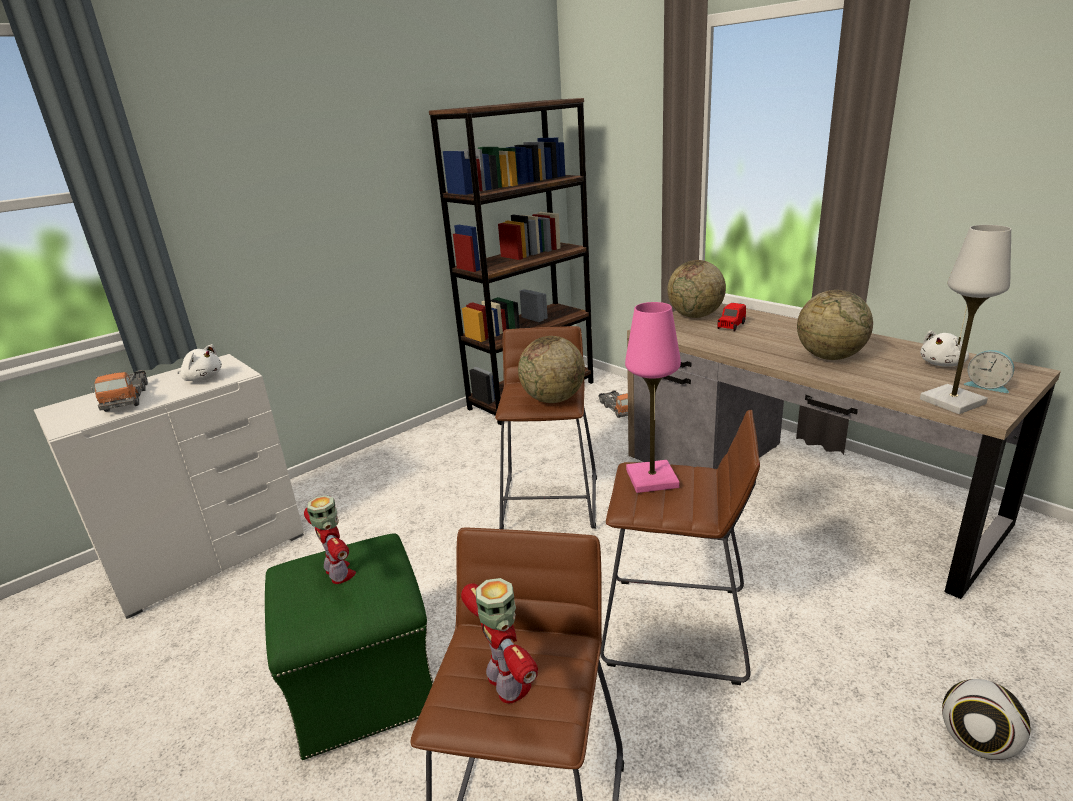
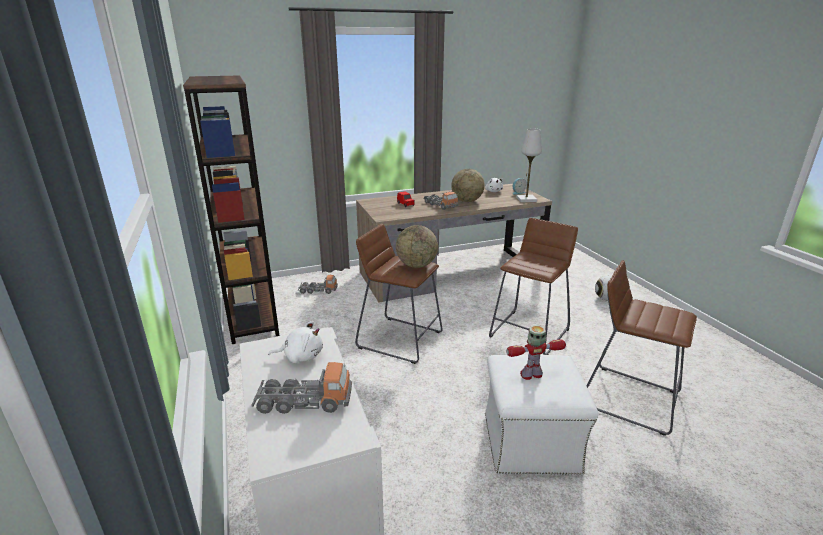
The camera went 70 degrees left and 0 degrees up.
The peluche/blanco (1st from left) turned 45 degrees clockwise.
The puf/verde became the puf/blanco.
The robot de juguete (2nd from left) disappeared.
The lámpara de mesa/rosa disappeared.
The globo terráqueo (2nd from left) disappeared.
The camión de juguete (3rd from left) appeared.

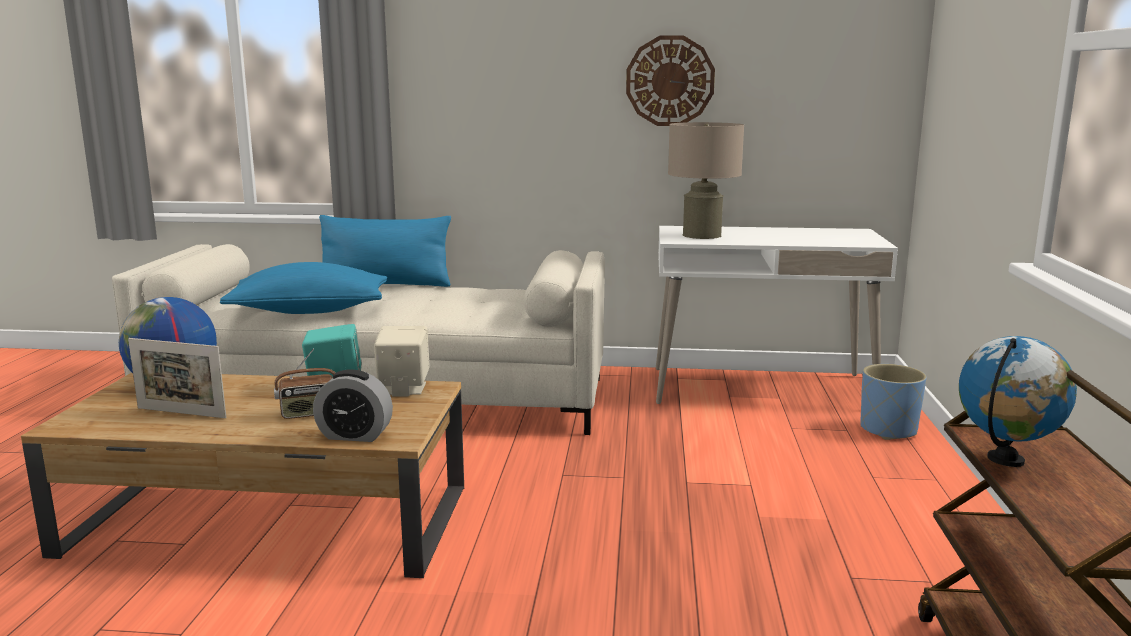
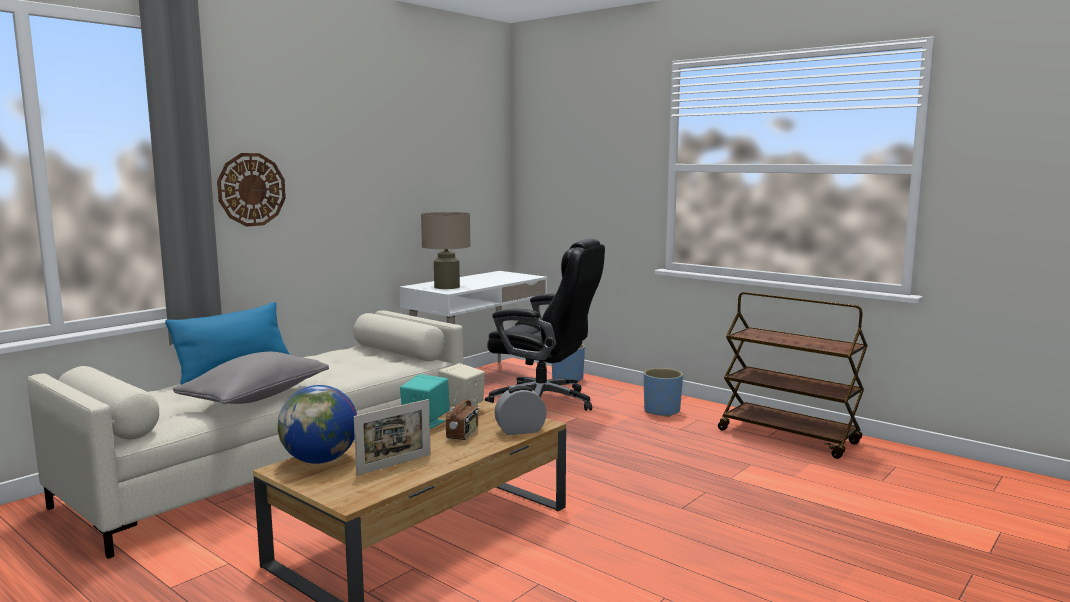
The camera went 55 degrees left and 5 degrees down.
The cojín/azul (1st from left) became the cojín/gris.
The despertador turned 150 degrees counterclockwise.
The reloj de pared moved.
The globo terráqueo (2nd from left) disappeared.
The silla de oficina/negro appeared.
The maceta/azul (2nd from left) appeared.

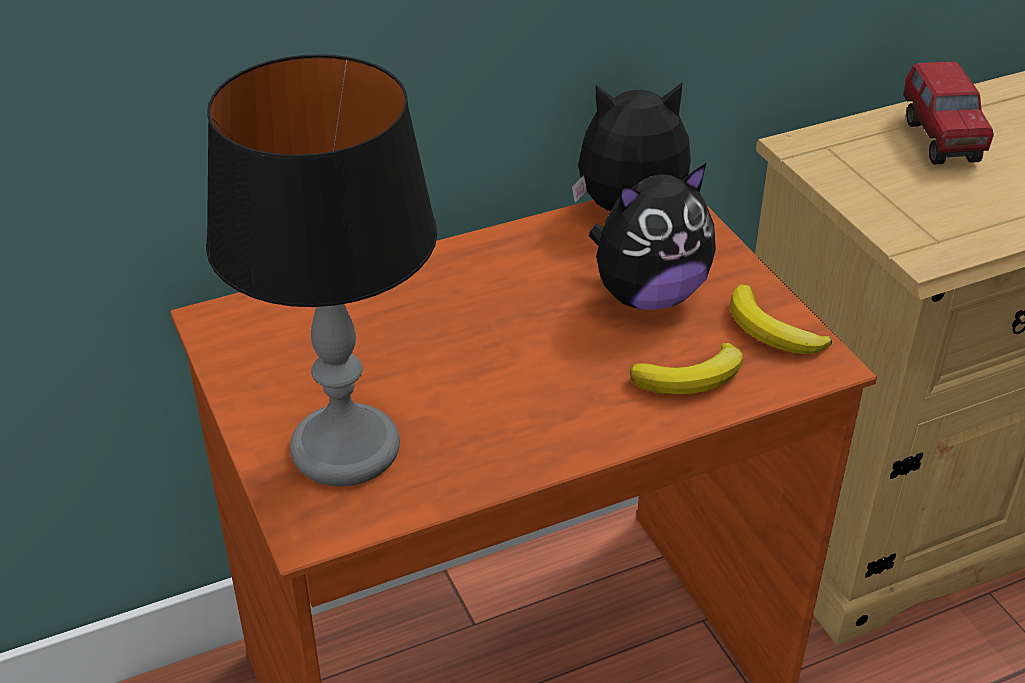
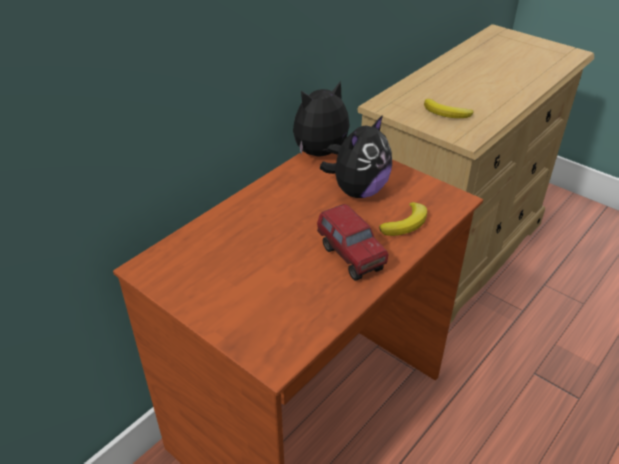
The camera went 25 degrees left and 0 degrees up.
The lámpara de mesa disappeared.
The plátano (2nd from left) moved.
The camión de juguete moved.

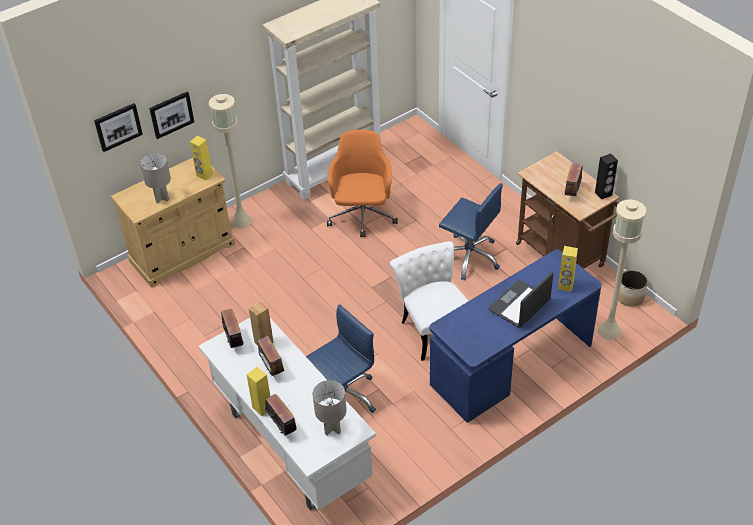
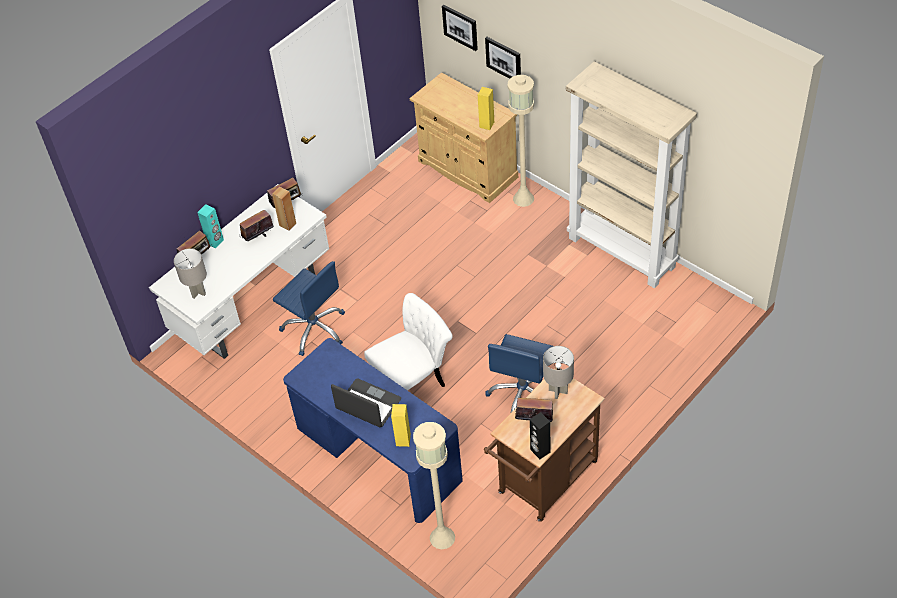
The camera went 80 degrees right and 5 degrees up.
The lámpara de mesa/gris (1st from left in the first image) moved.
The altavoz/amarillo (2nd from left) became the altavoz/turquesa.
The silla de oficina/naranja disappeared.
The maceta disappeared.

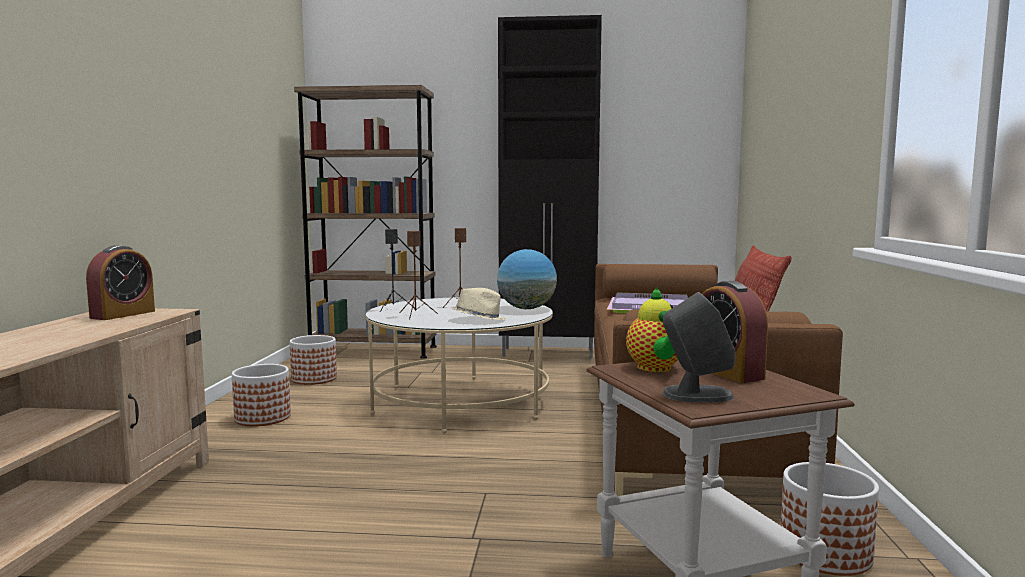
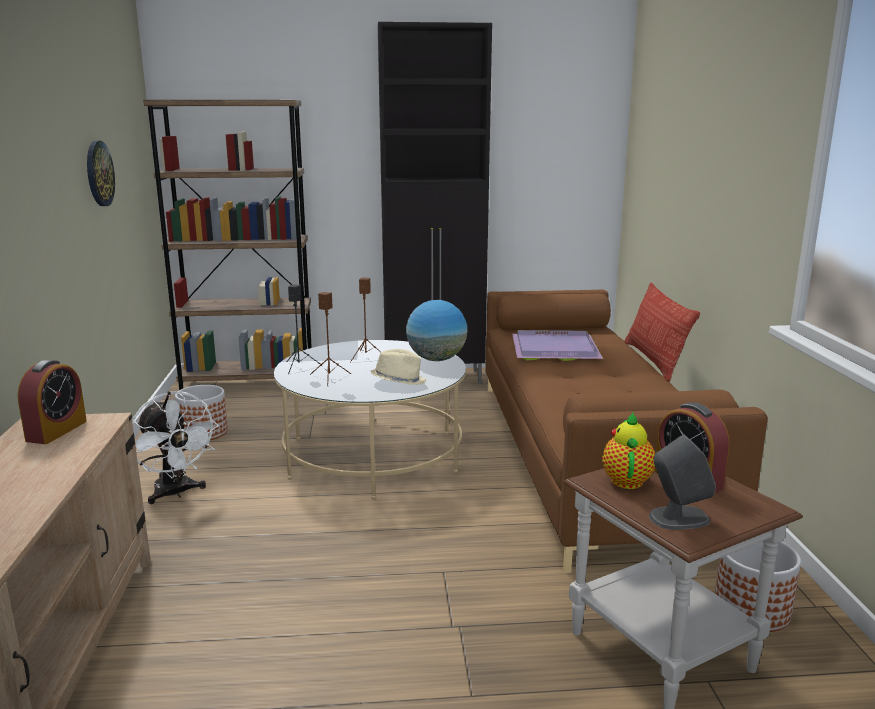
The camera went 10 degrees left and 10 degrees up.
The maceta (1st from left) was replaced by the ventilador/blanco.
The tetera turned 150 degrees counterclockwise.
The reloj de pared appeared.

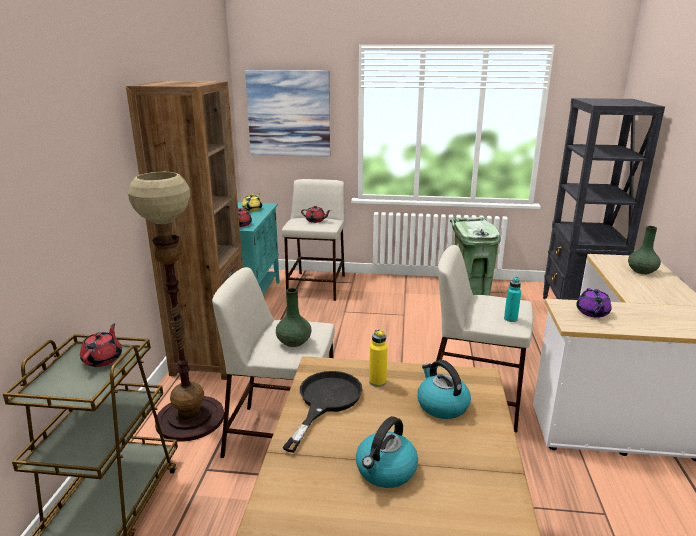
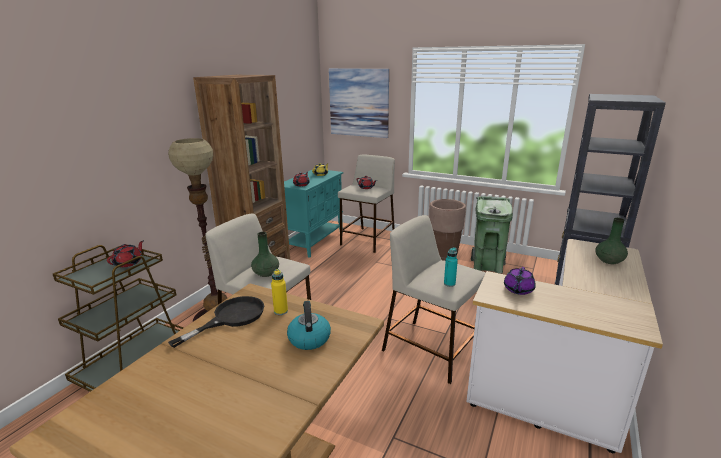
The camera went 20 degrees right and 0 degrees up.
The hervidor (1st from left) disappeared.
The maceta/marrón appeared.

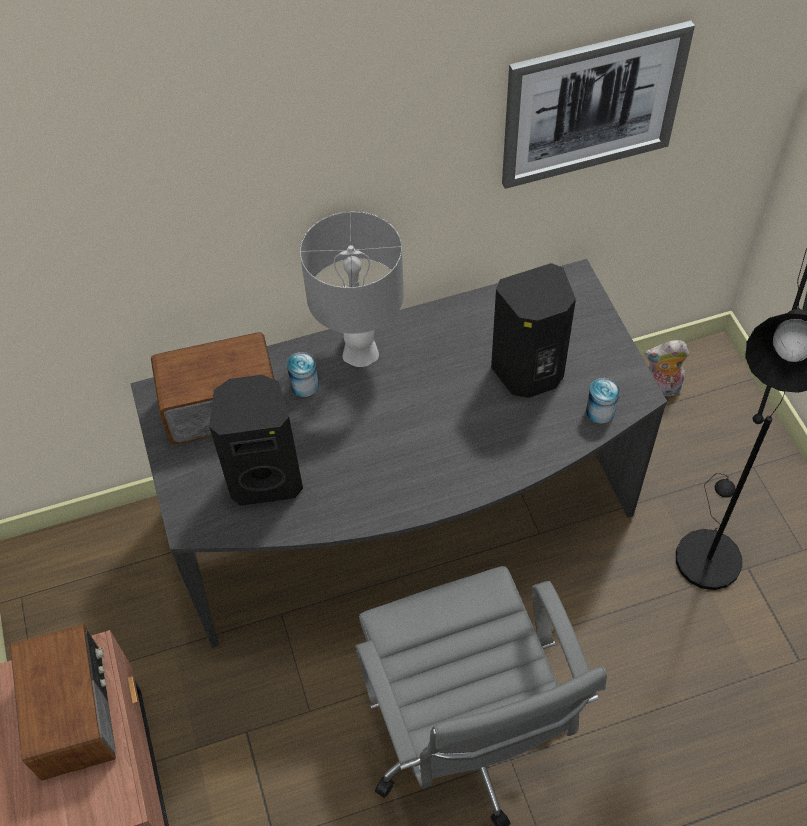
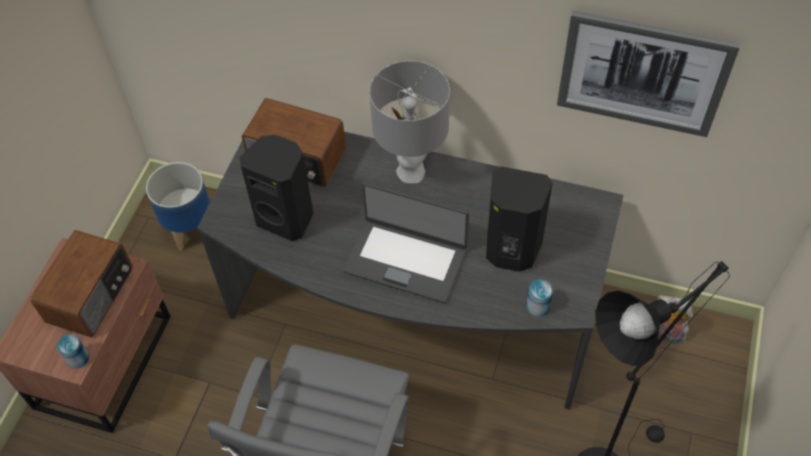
The camera went 35 degrees right and 0 degrees up.
The lata (1st from left) moved.
The maceta appeared.
The portátil appeared.

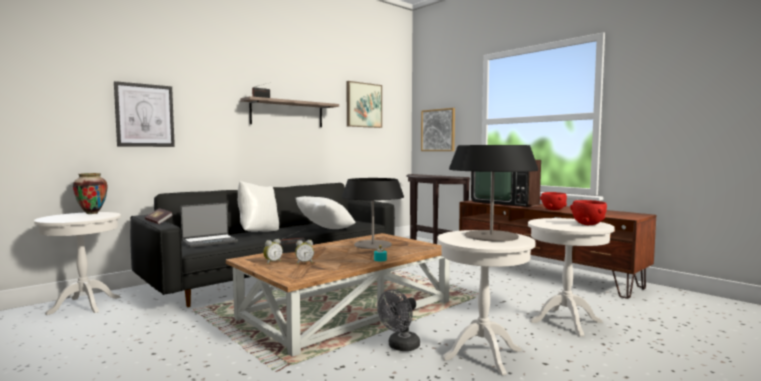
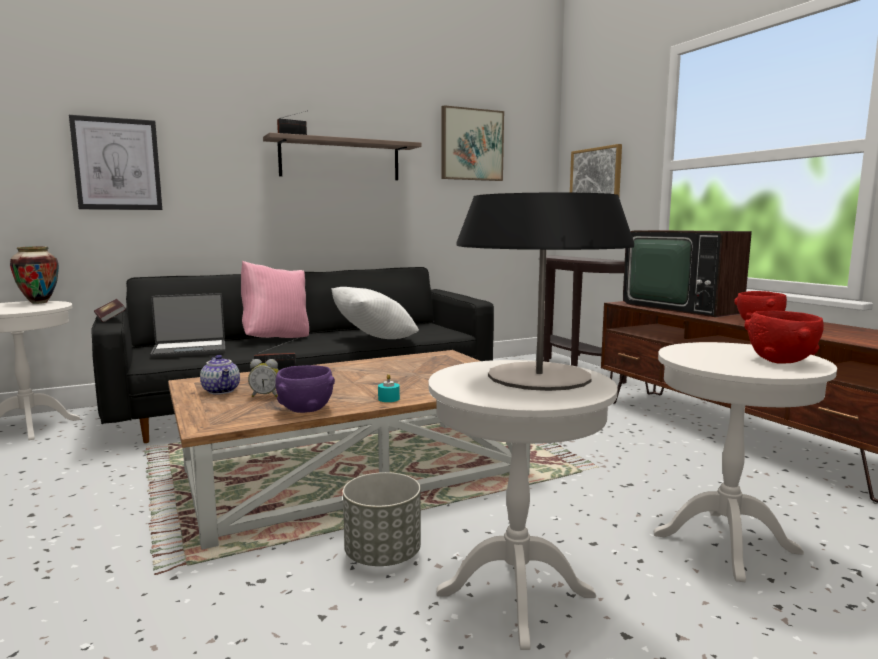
The camera went 15 degrees right and 5 degrees up.
The cojín/blanco (1st from left) became the cojín/rosa.
The despertador (1st from left) was replaced by the tetera.
The lámpara de mesa (1st from left) disappeared.
The ventilador/gris was replaced by the maceta/gris.
The cuenco/morado appeared.

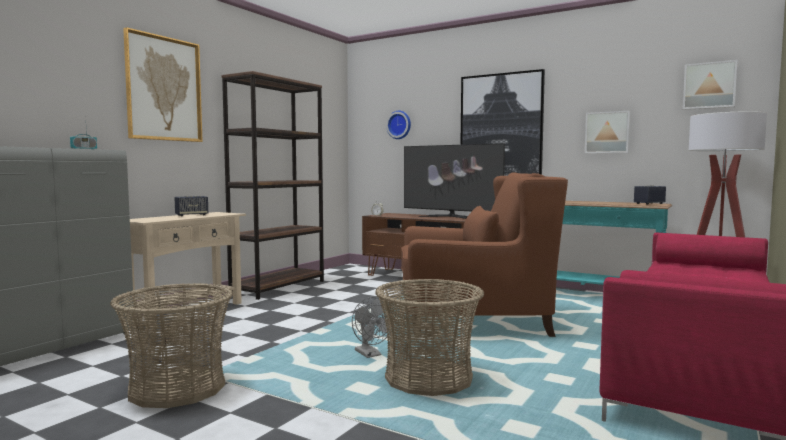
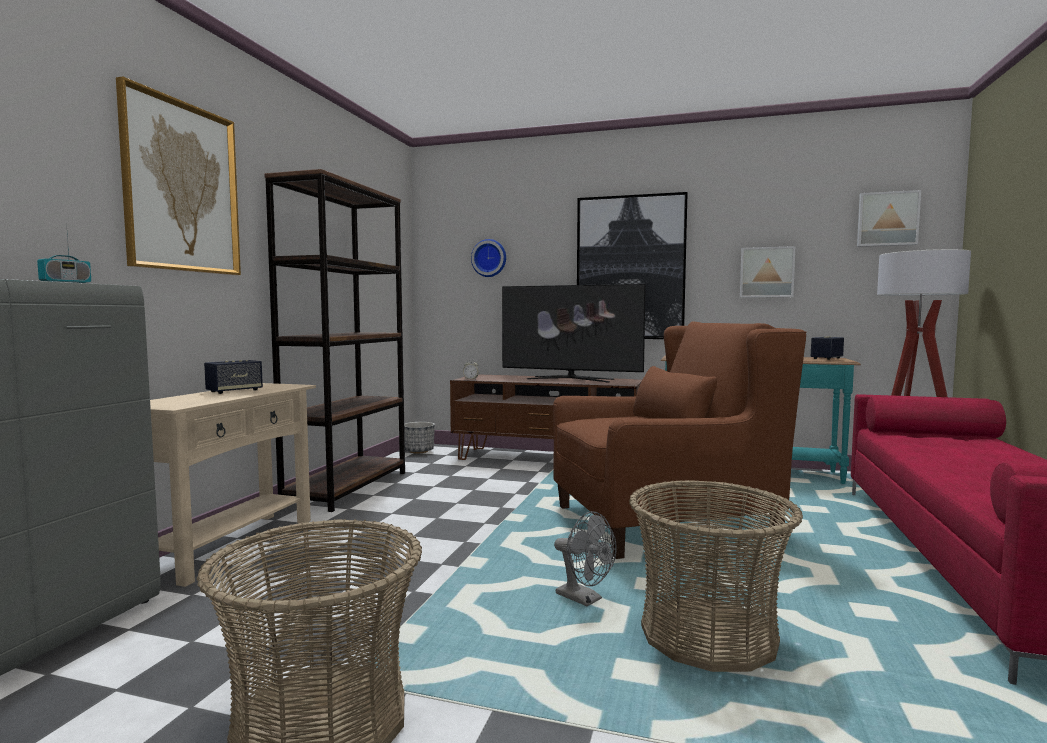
The camera went 15 degrees left and 0 degrees up.
The maceta appeared.

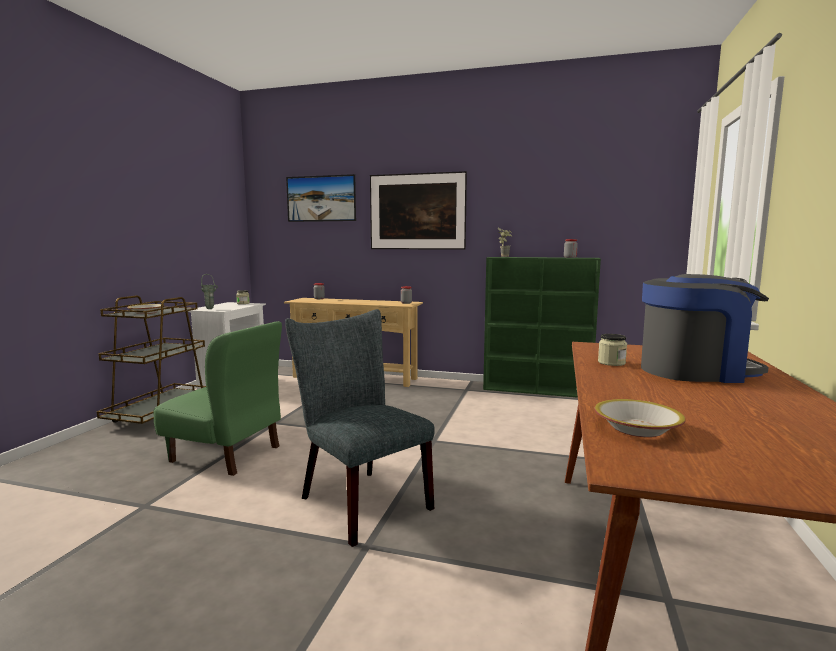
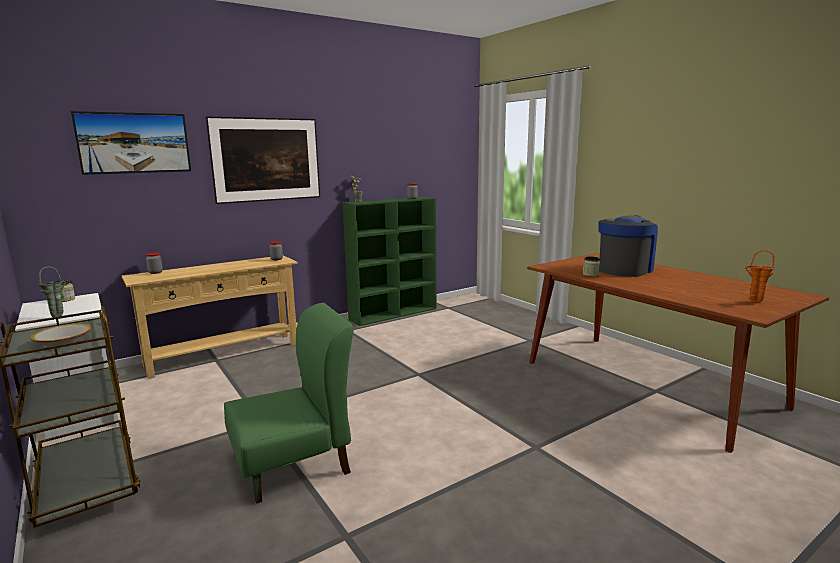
The camera went 50 degrees left and 5 degrees up.
The silla/gris disappeared.
The cuenco (2nd from left) disappeared.
The florero/naranja appeared.

